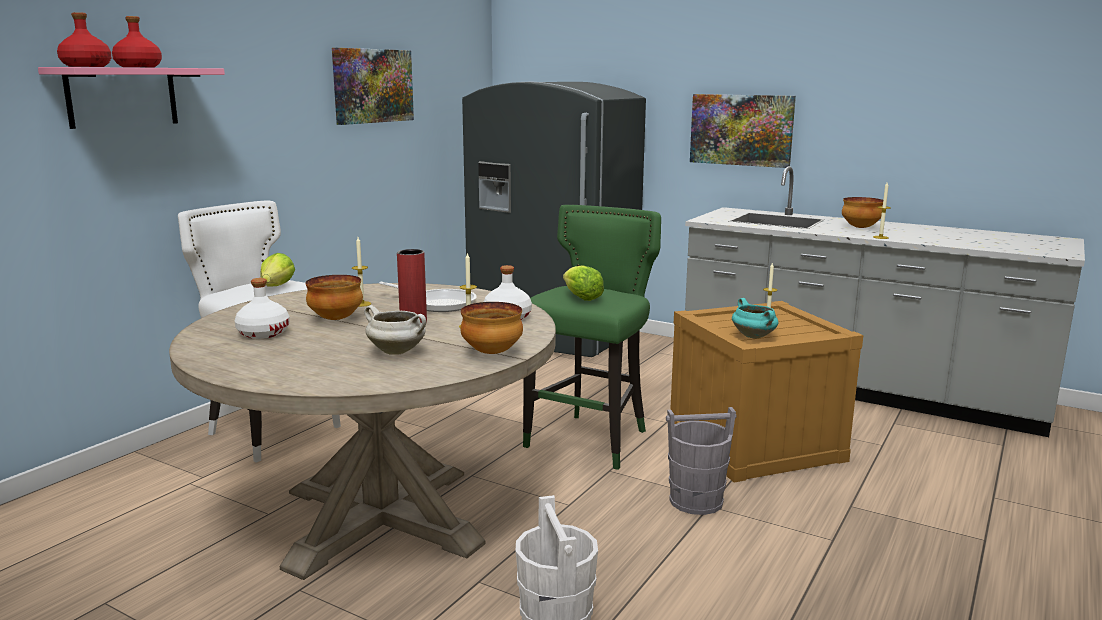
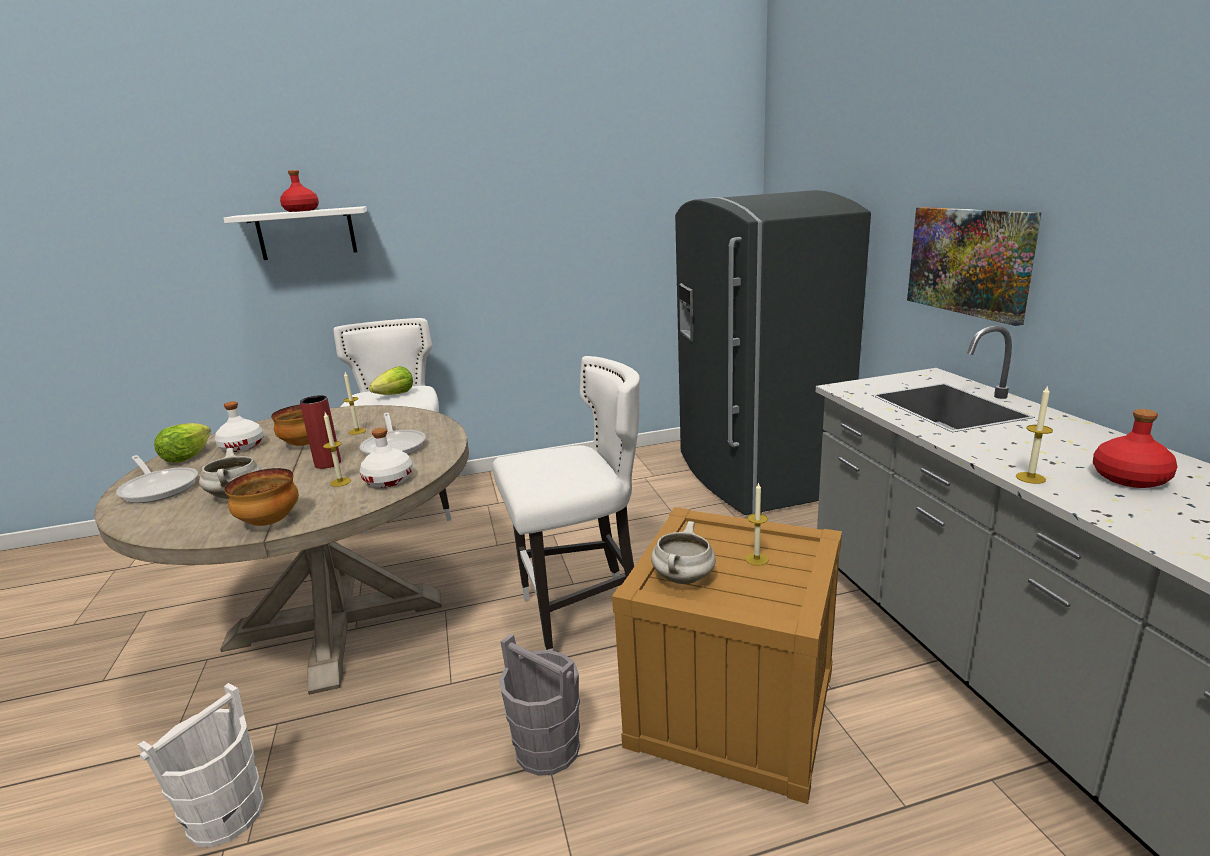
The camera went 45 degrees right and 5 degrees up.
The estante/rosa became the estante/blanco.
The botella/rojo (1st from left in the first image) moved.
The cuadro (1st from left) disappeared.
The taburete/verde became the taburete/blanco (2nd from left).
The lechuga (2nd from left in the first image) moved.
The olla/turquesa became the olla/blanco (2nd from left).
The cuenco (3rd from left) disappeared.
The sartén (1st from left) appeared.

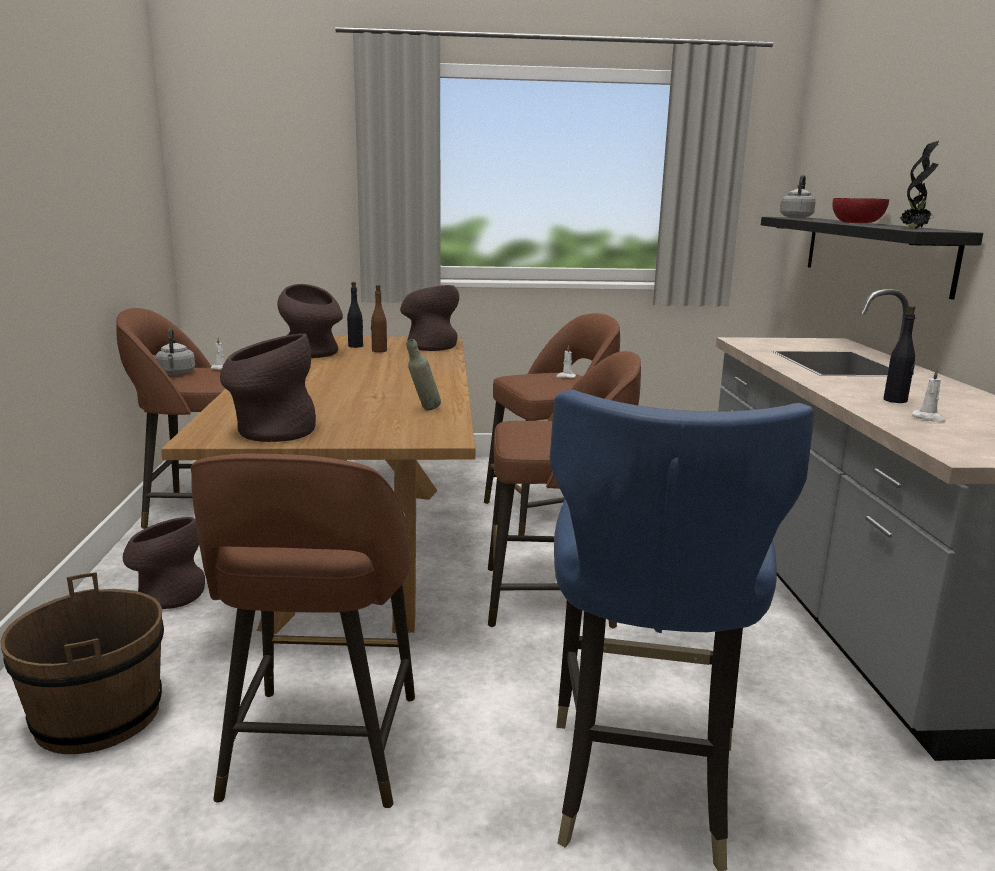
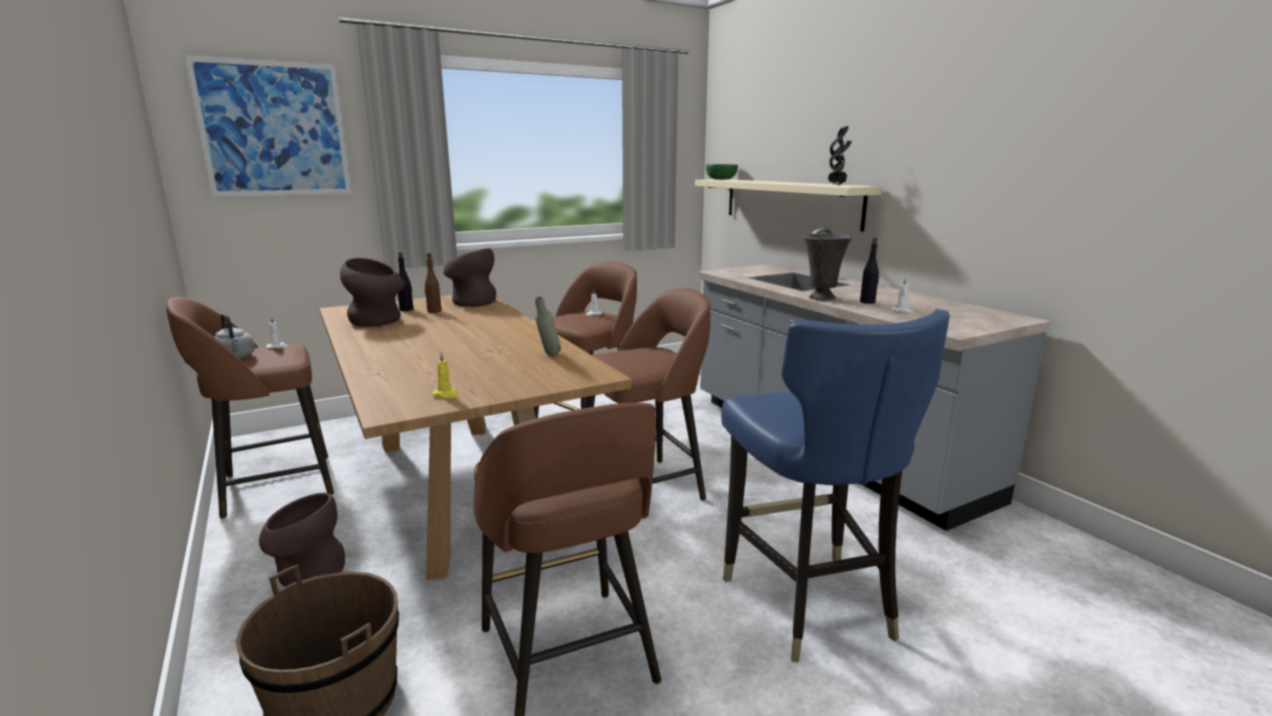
The camera went 25 degrees left and 0 degrees up.
The florero/marrón (2nd from left) was replaced by the vela/amarillo.
The estante/negro became the estante/beis.
The hervidor/gris (2nd from left) was replaced by the cuenco/verde.
The cuenco/rojo disappeared.
The cuadro appeared.
The florero/gris appeared.

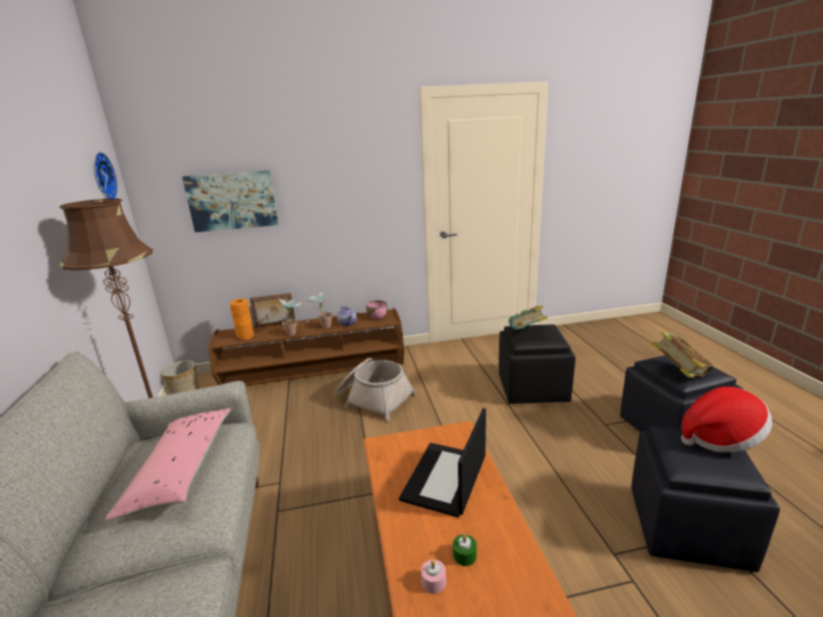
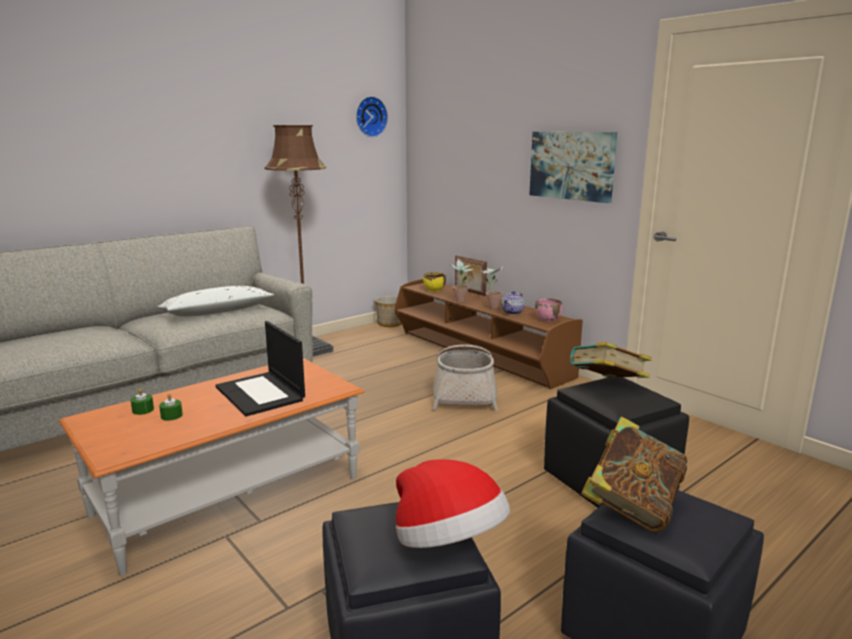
The camera went 60 degrees right and 5 degrees down.
The cojín/rosa became the cojín/blanco.
The cuadro moved.
The florero/naranja was replaced by the cuenco/amarillo.
The portátil turned 120 degrees counterclockwise.
The vela/rosa became the vela/verde (1st from left).

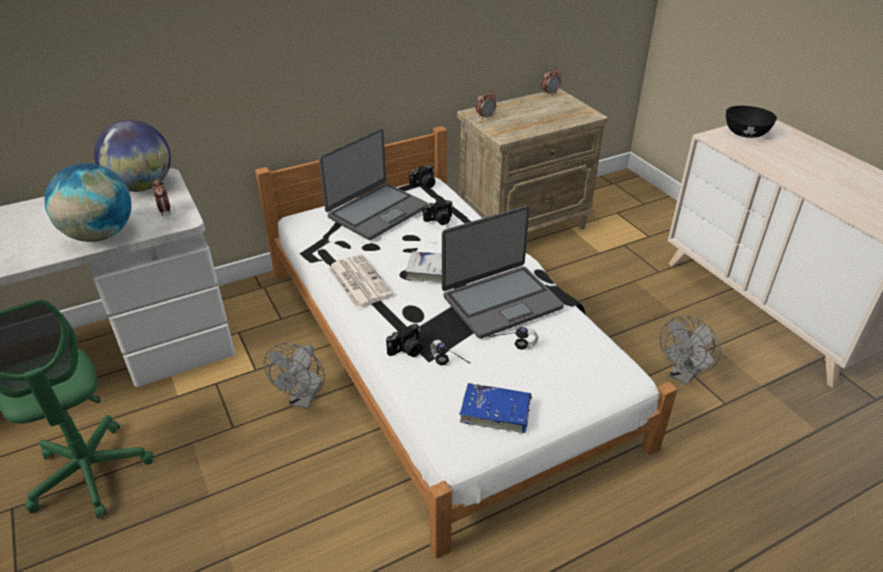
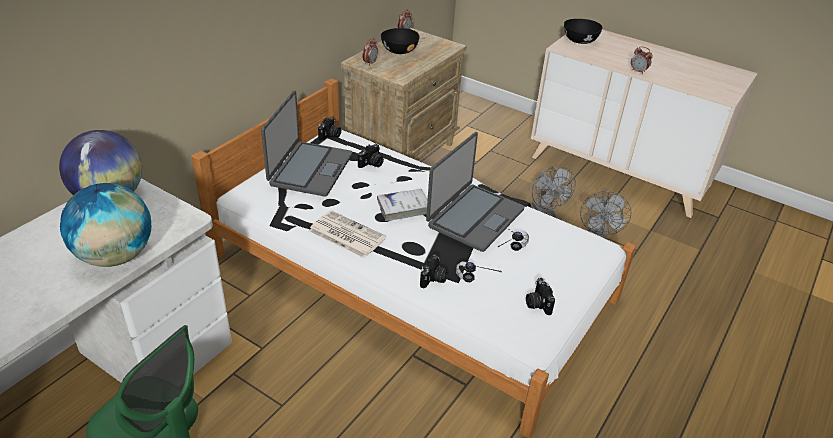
The camera went 30 degrees left and 0 degrees up.
The despertador (1st from left in the first image) moved.
The ventilador/gris (1st from left) moved.
The libro/azul was replaced by the cámara (4th from left).
The cuenco/negro (1st from left) appeared.

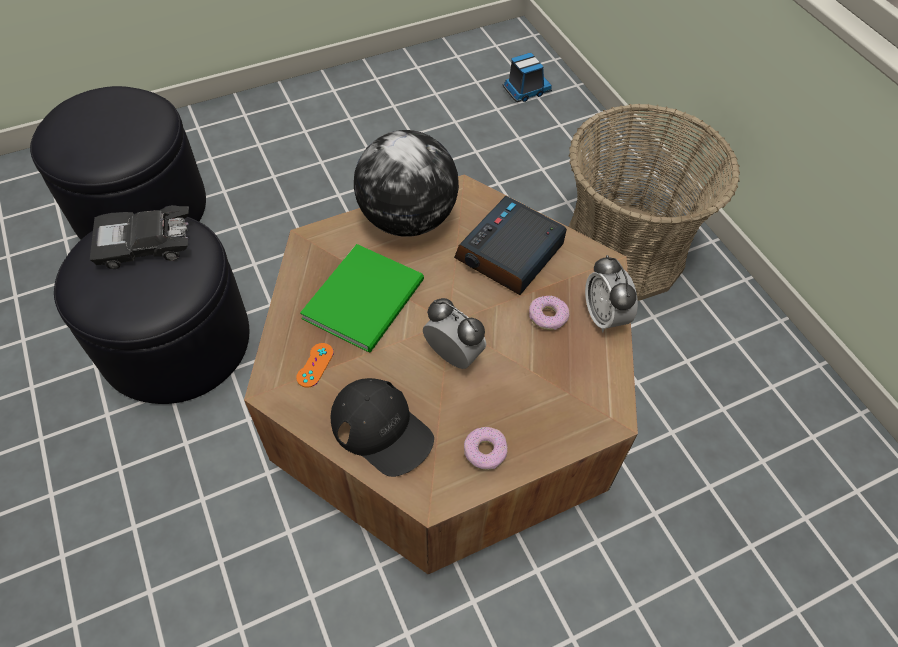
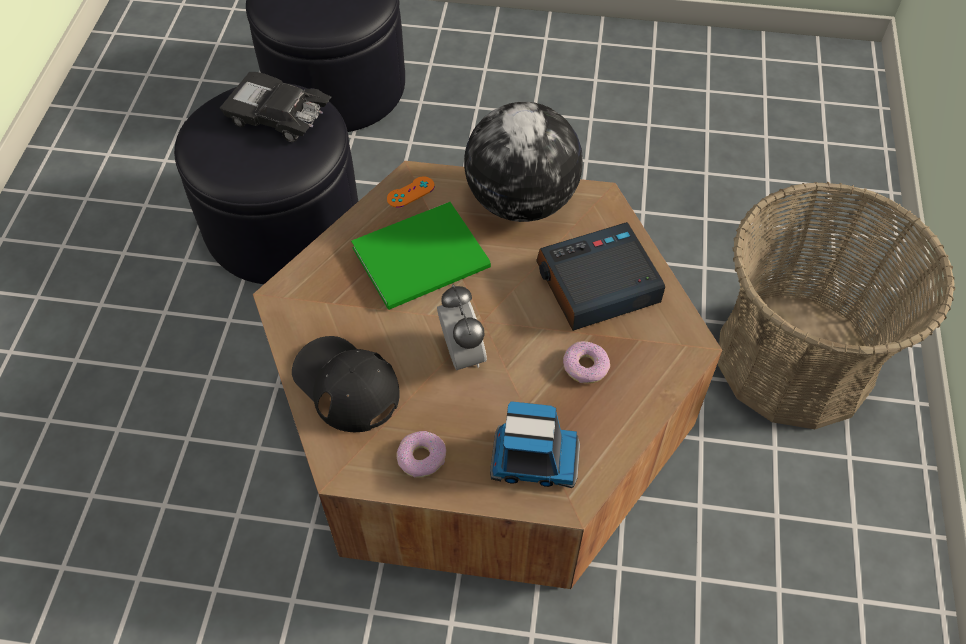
The camera went 35 degrees right and 0 degrees up.
The mando de consola/naranja moved.
The gorra/negro turned 150 degrees clockwise.
The camión de juguete moved.
The despertador (3rd from left) disappeared.

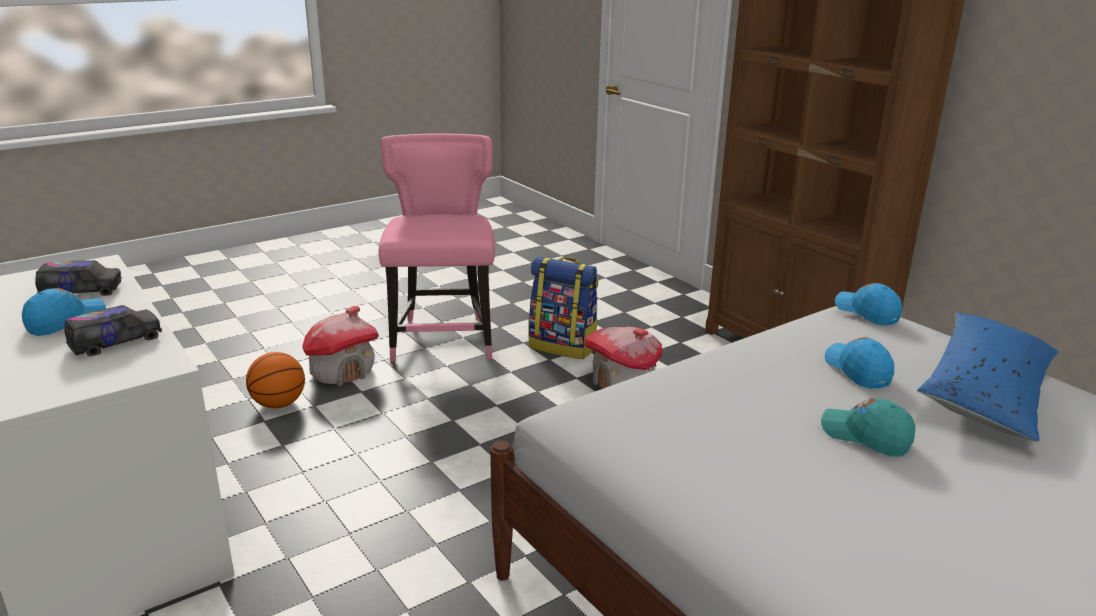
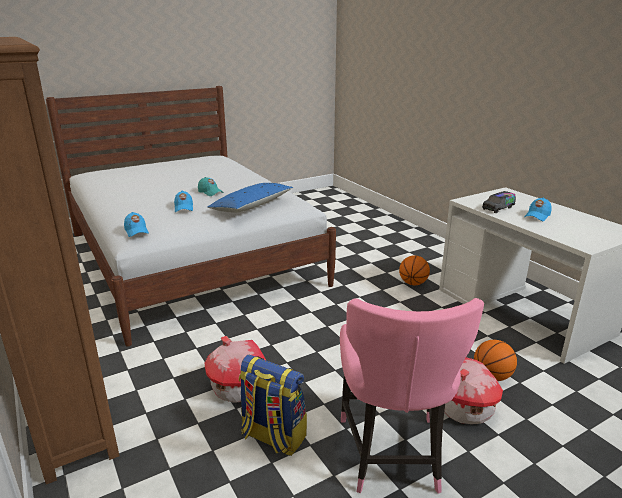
The camera went 175 degrees left and 0 degrees up.
The camión de juguete (1st from left) disappeared.
The cojín/azul moved.
The balón de baloncesto (1st from left) appeared.

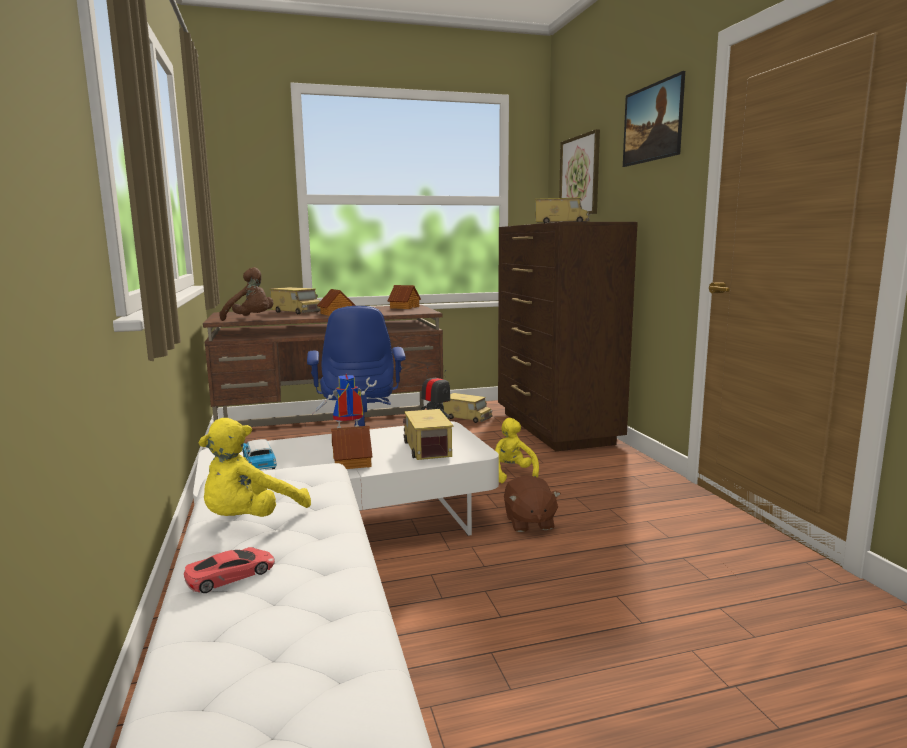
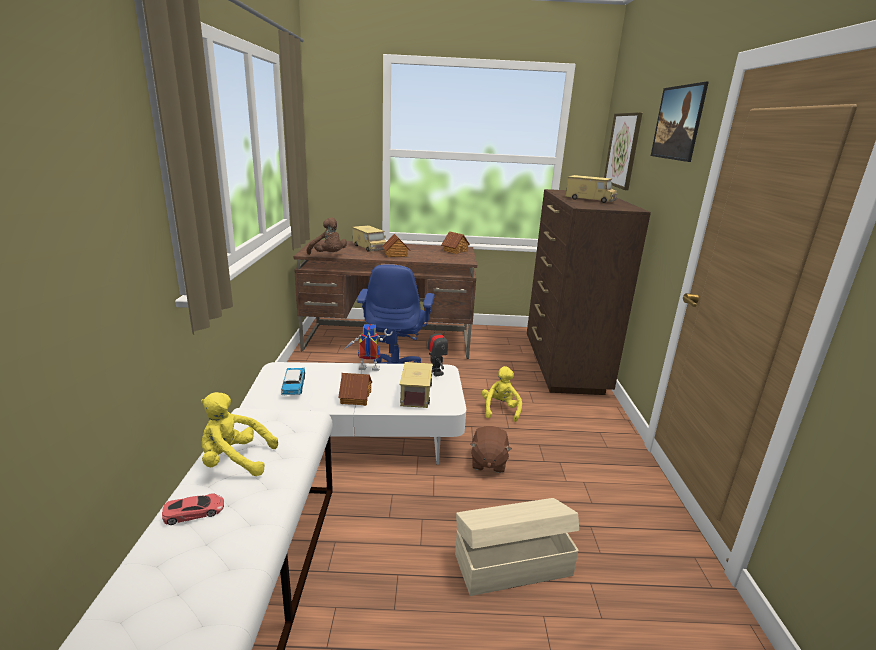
The camera went 15 degrees right and 10 degrees up.
The peluche/amarillo (1st from left) turned 45 degrees clockwise.
The camión de juguete (3rd from left) disappeared.
The caja de almacenaje/beis appeared.

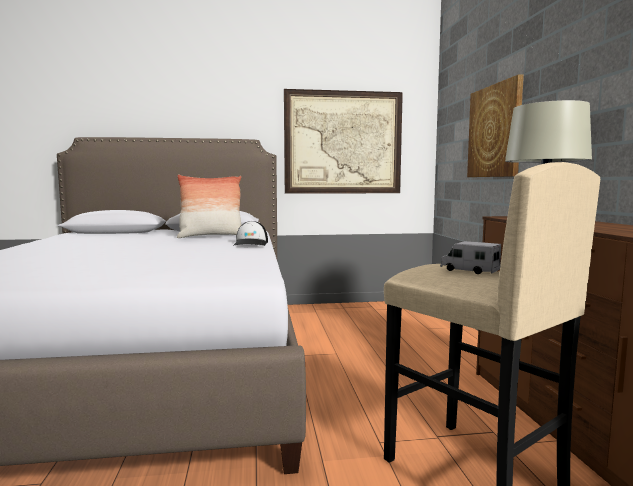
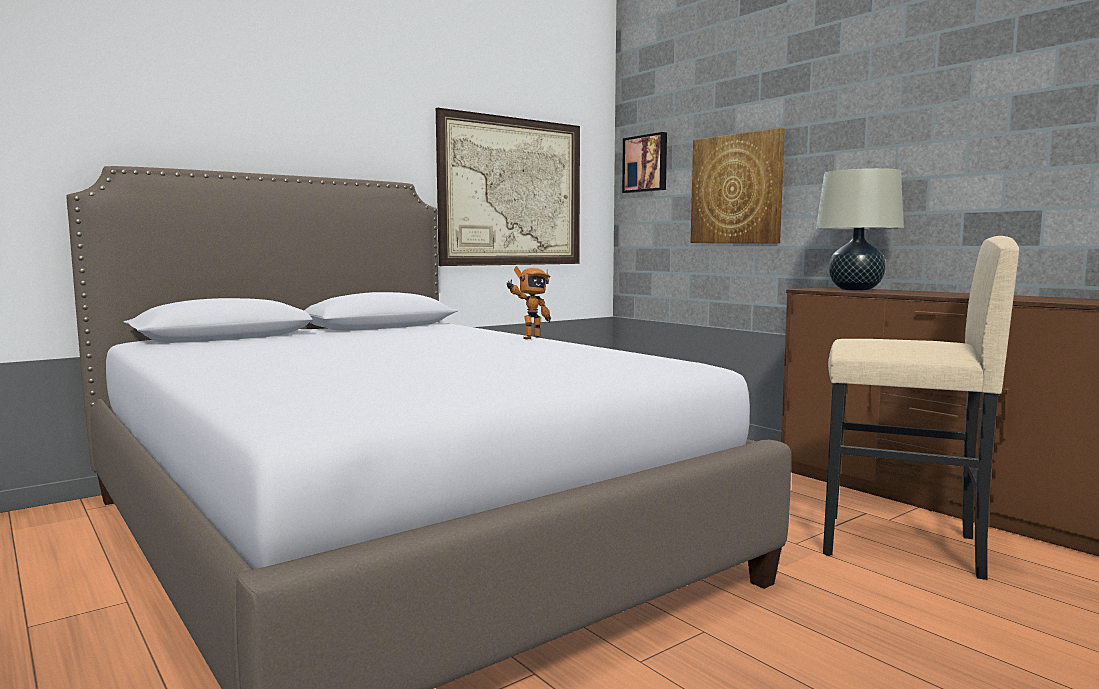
The camera went 30 degrees left and 0 degrees up.
The cojín disappeared.
The gorra was replaced by the robot de juguete.
The camión de juguete disappeared.
The cuadro (2nd from left) appeared.

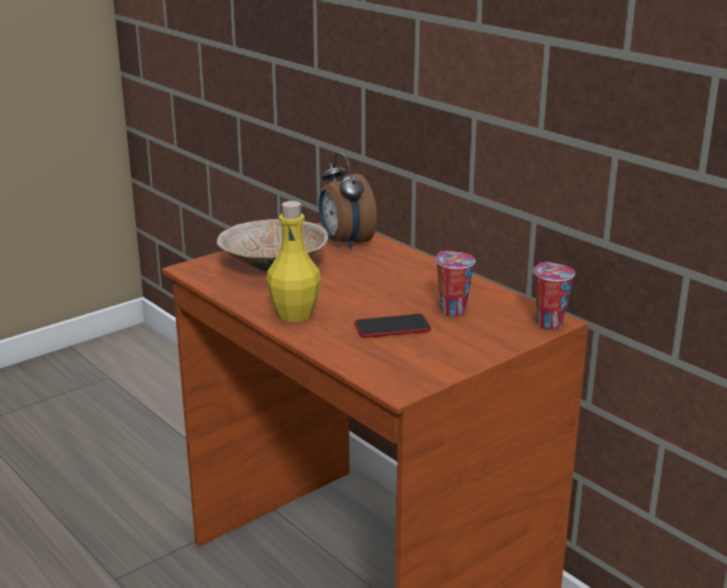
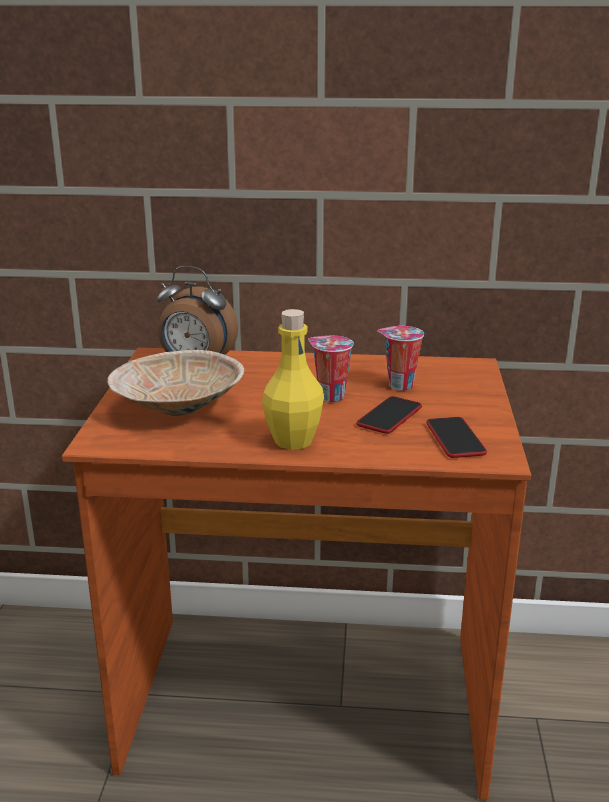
The camera went 45 degrees left and 0 degrees up.
The taza (2nd from left in the first image) moved.
The móvil (2nd from left) appeared.

